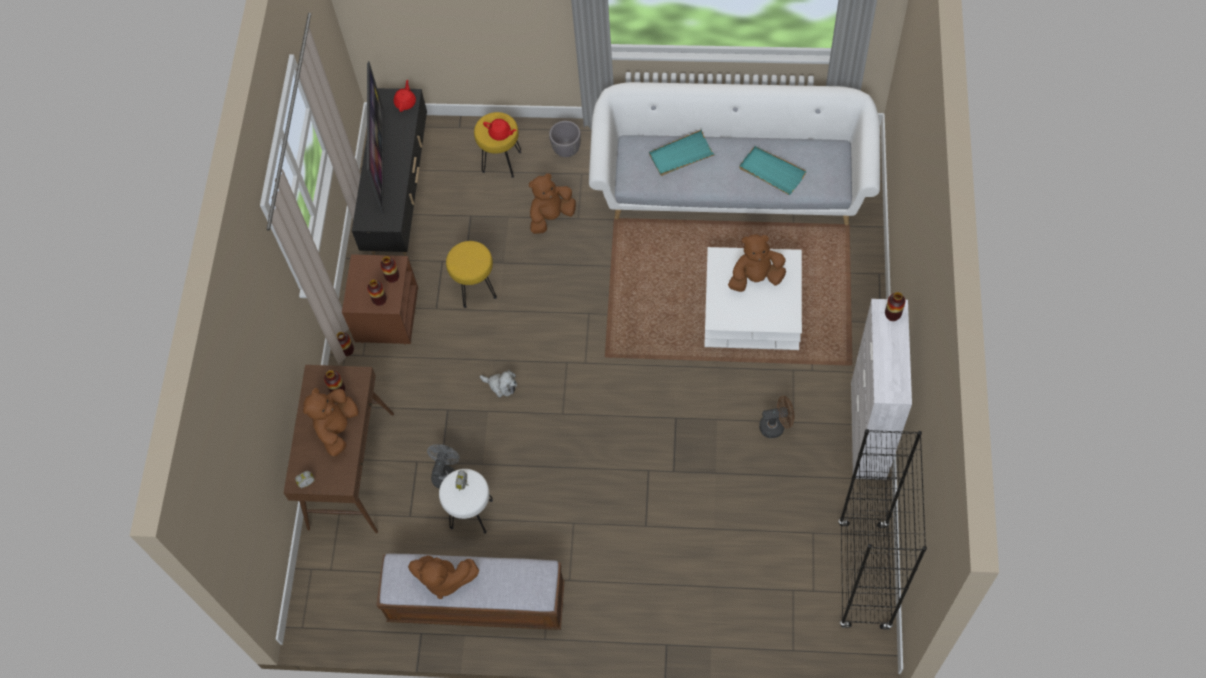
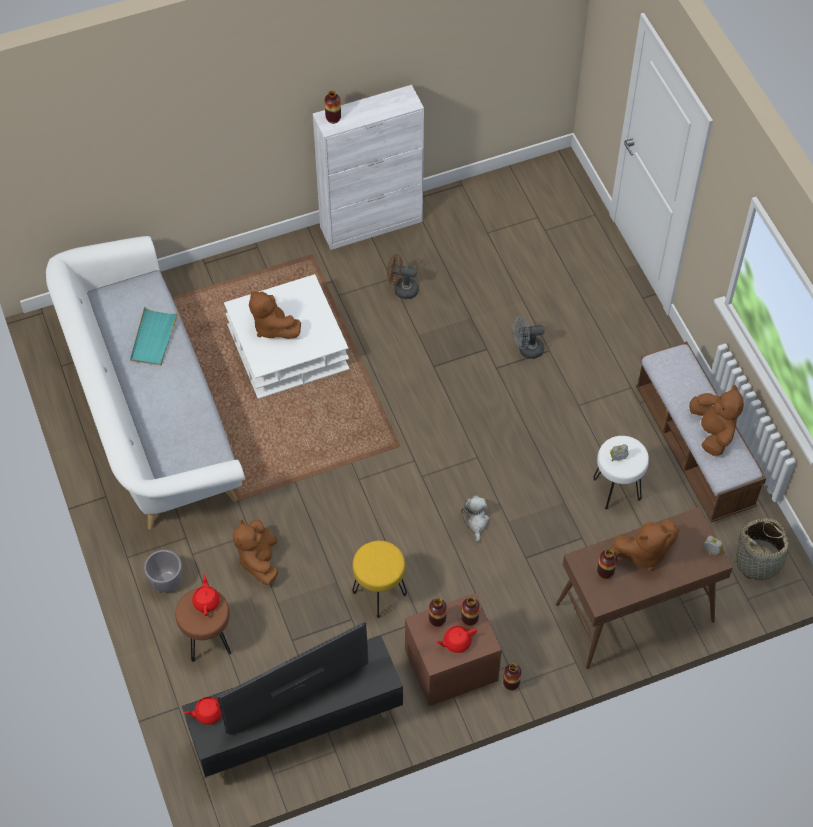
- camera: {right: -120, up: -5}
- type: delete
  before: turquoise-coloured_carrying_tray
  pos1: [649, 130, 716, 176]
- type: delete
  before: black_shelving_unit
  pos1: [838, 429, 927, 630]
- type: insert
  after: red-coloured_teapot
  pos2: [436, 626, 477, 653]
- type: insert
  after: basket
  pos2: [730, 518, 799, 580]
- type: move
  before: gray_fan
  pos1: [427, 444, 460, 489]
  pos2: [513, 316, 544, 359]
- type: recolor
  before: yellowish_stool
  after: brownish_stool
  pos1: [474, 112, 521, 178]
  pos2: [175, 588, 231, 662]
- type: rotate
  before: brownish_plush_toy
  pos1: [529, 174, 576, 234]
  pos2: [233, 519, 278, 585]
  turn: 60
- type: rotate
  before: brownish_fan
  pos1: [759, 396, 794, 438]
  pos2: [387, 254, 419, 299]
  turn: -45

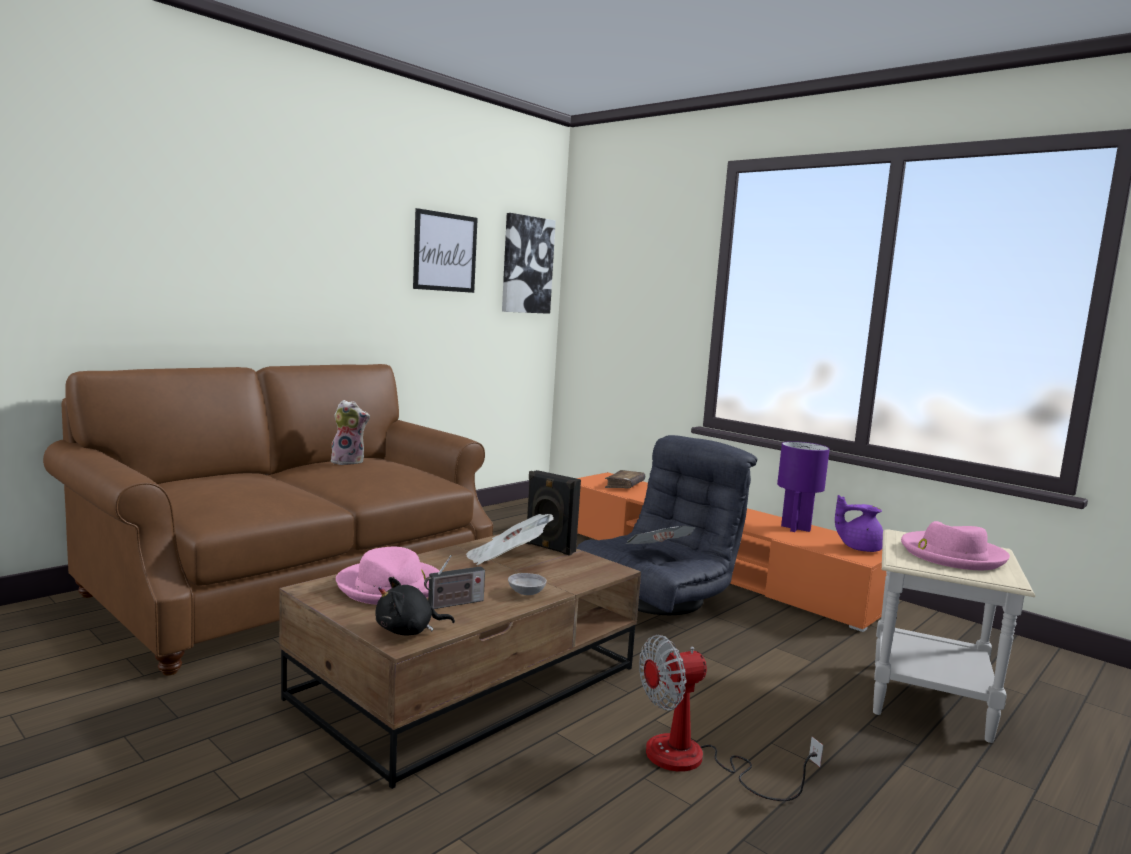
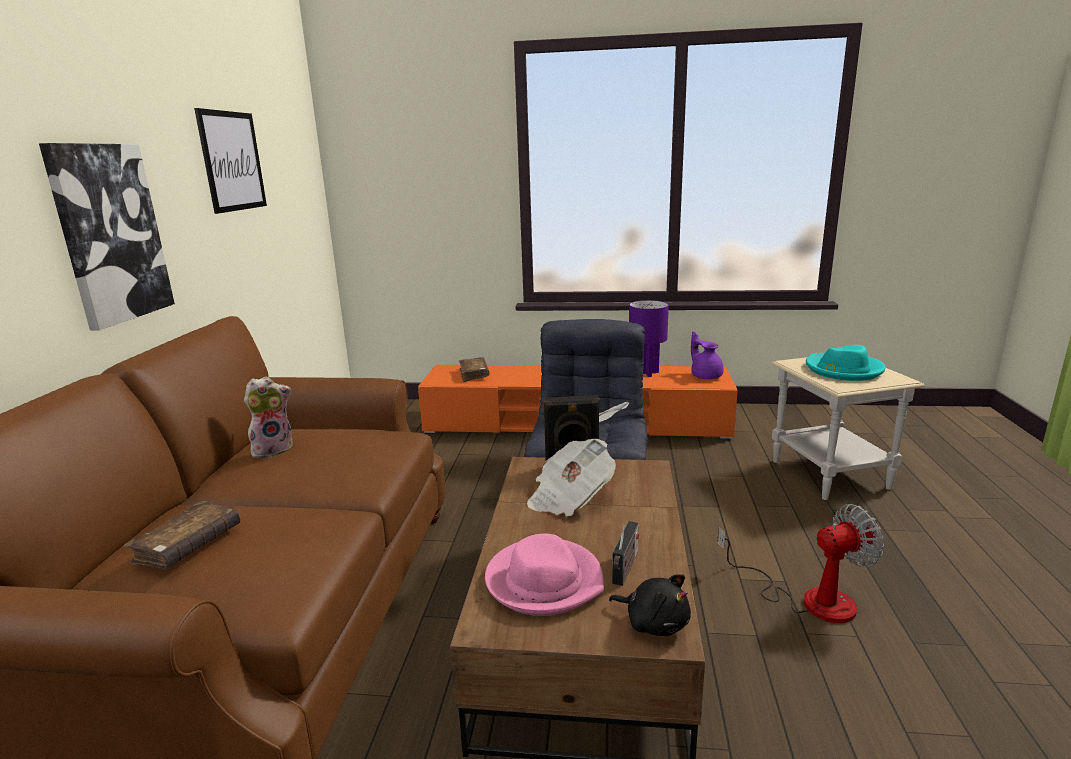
- camera: {right: -35, up: 10}
- type: delete
  before: gray_bowl
  pos1: [508, 573, 547, 595]
- type: insert
  after: brownish_bound_book
  pos2: [124, 501, 240, 569]
- type: move
  before: wall_art
  pos1: [502, 213, 556, 314]
  pos2: [39, 143, 175, 330]
- type: recolor
  before: pink-coloured_hat
  after: turquoise-coloured_hat
  pos1: [901, 521, 1010, 570]
  pos2: [806, 345, 885, 381]
- type: rotate
  before: black_plush_toy
  pos1: [375, 577, 455, 636]
  pos2: [609, 574, 691, 636]
  turn: -90
- type: rotate
  before: fan
  pos1: [639, 635, 823, 801]
  pos2: [718, 504, 884, 623]
  turn: -135
- type: rotate
  before: purple-coloured_teapot
  pos1: [835, 495, 883, 552]
  pos2: [691, 331, 724, 379]
  turn: 90

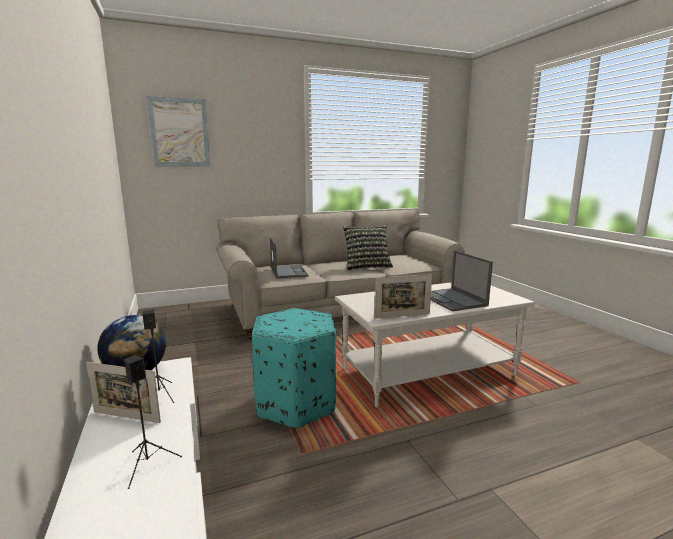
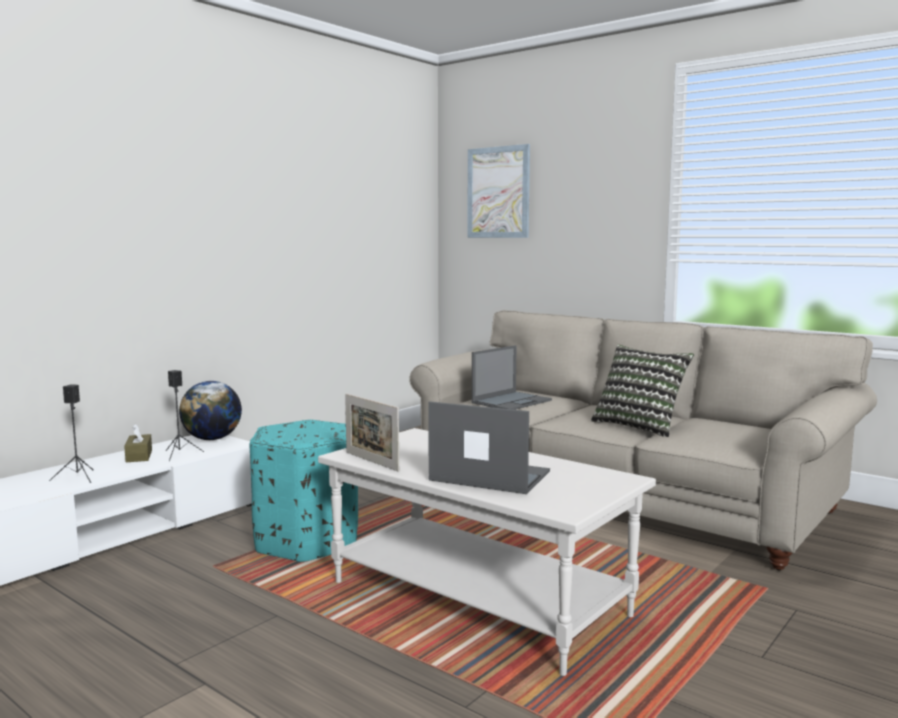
- camera: {right: 60, up: -5}
- type: replace
  before: photo_frame
  after: brownish_box_of_tissues
  pos1: [86, 362, 161, 423]
  pos2: [124, 424, 152, 462]
- type: rotate
  before: laptop
  pos1: [431, 250, 493, 312]
  pos2: [428, 401, 550, 494]
  turn: 75

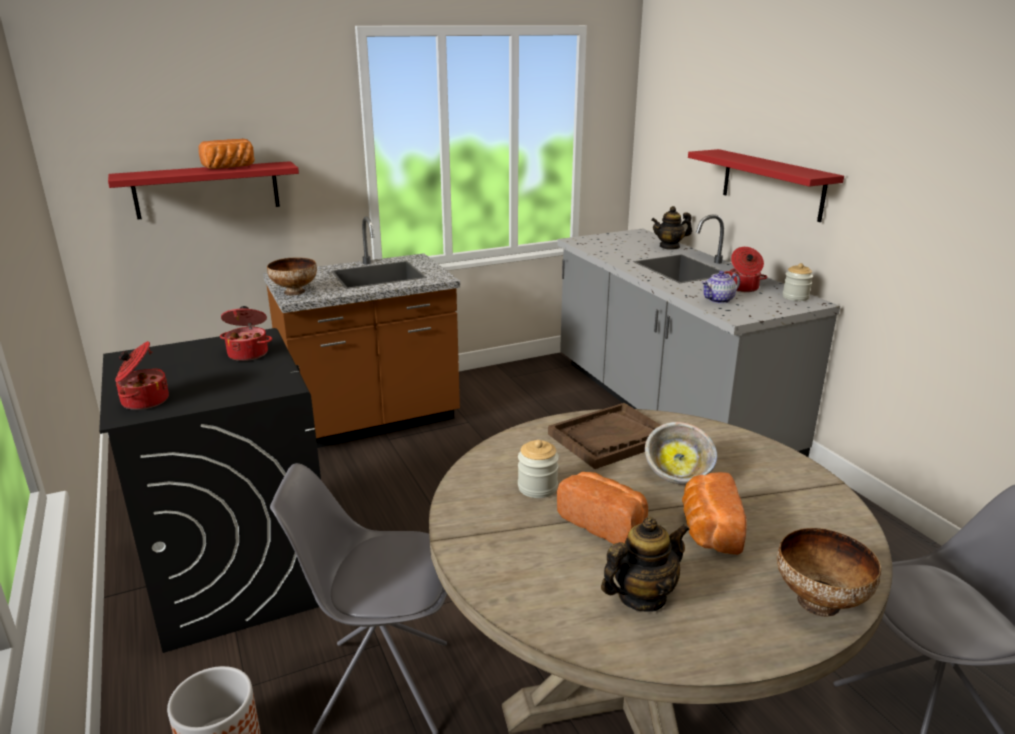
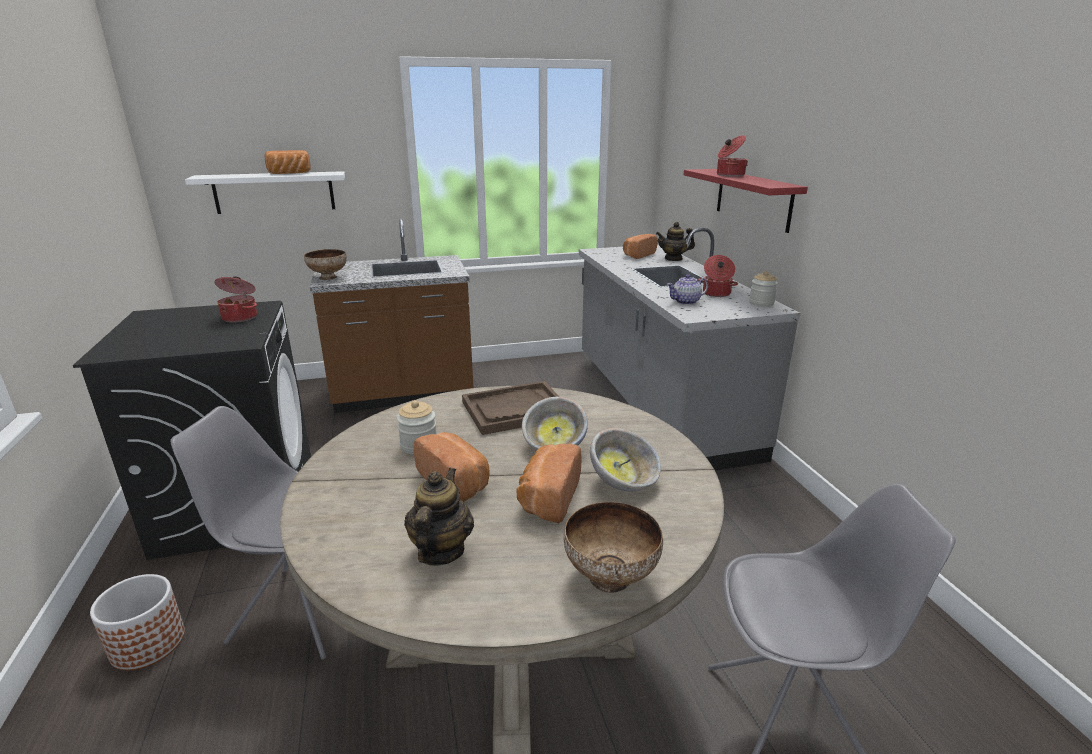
- camera: {right: 10, up: 0}
- type: insert
  after: bowl
  pos2: [590, 428, 661, 491]
- type: insert
  after: baked_bread
  pos2: [623, 234, 657, 259]
- type: move
  before: cooking_pot
  pos1: [115, 341, 169, 410]
  pos2: [717, 135, 748, 177]
- type: recolor
  before: red-coloured_shelf
  after: white-coloured_shelf
  pos1: [108, 161, 299, 219]
  pos2: [185, 171, 345, 214]
- type: rotate
  before: teapot
  pos1: [601, 517, 690, 612]
  pos2: [404, 468, 474, 566]
  turn: -60

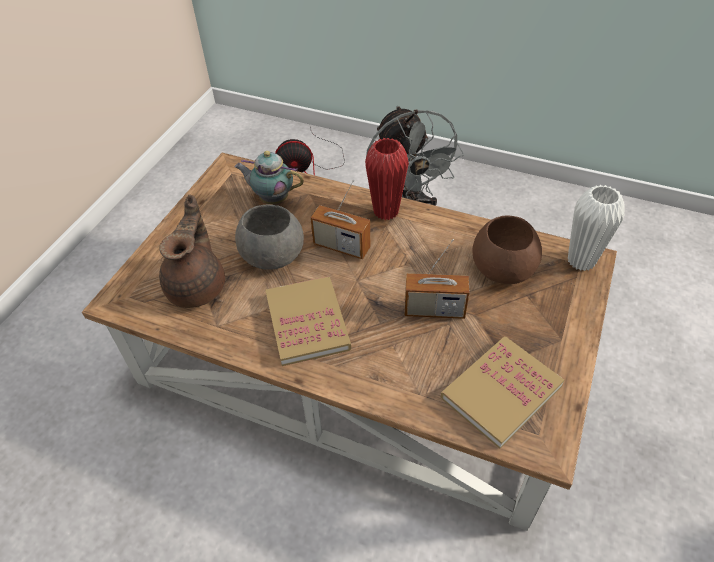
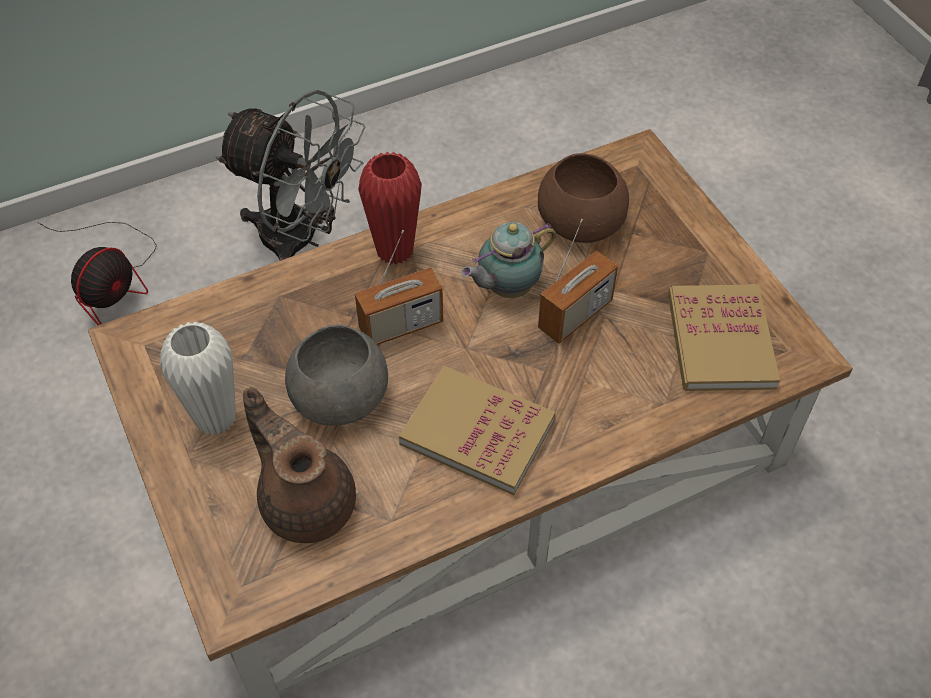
- camera: {right: -50, up: 5}
- type: move
  before: teapot
  pos1: [235, 151, 304, 204]
  pos2: [461, 222, 556, 298]
- type: move
  before: white-coloured_vase
  pos1: [568, 185, 625, 271]
  pos2: [160, 321, 236, 435]

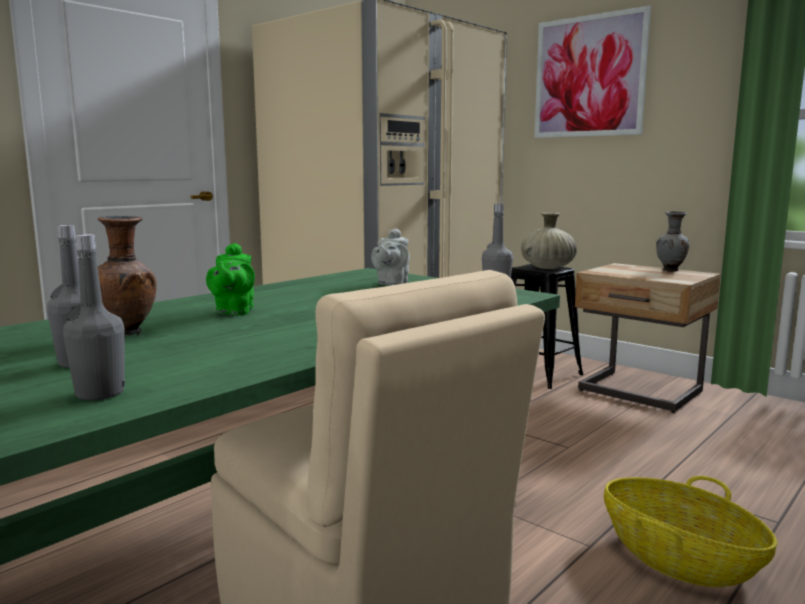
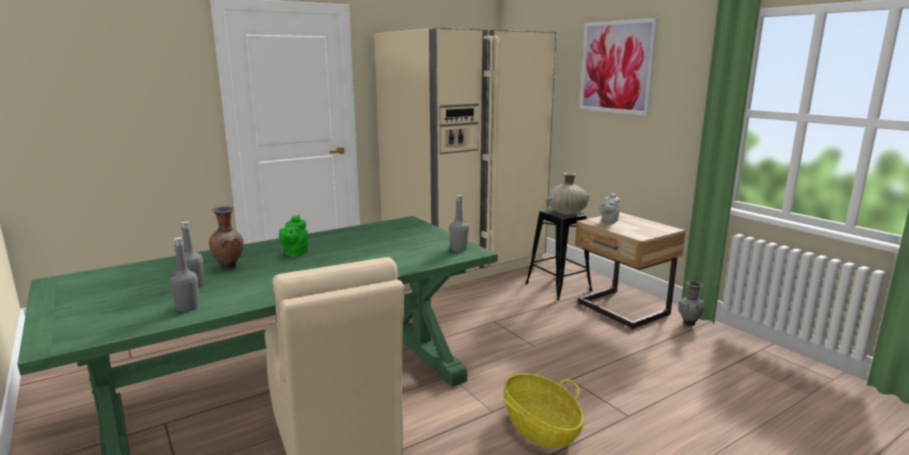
- camera: {right: 15, up: 5}
- type: move
  before: gray_teapot
  pos1: [371, 228, 410, 286]
  pos2: [599, 193, 620, 224]
- type: move
  before: gray_vase
  pos1: [656, 211, 689, 272]
  pos2: [678, 281, 705, 326]

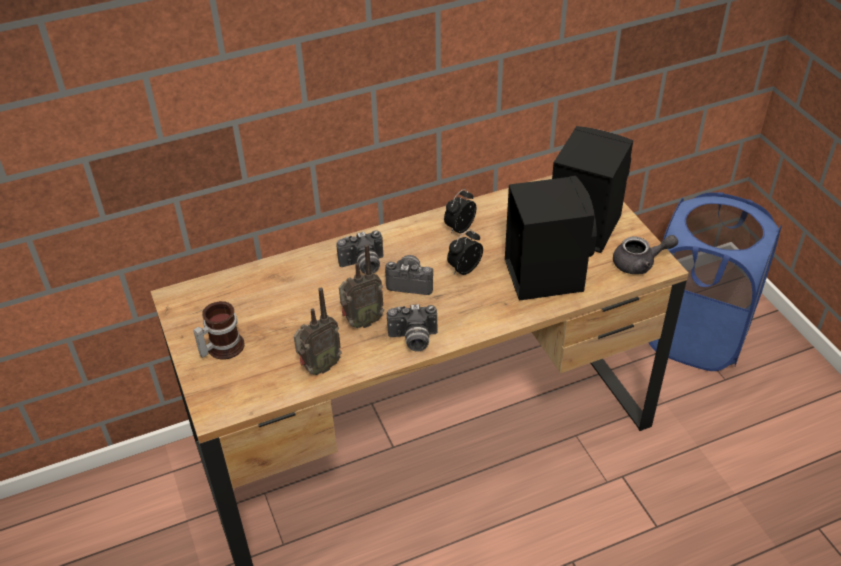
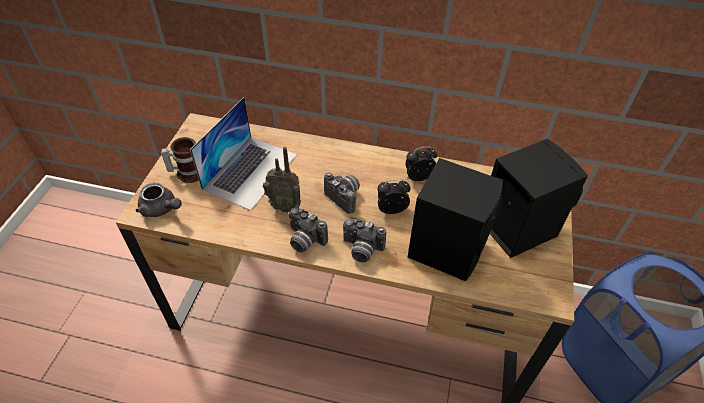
- camera: {right: 35, up: 5}
- type: delete
  before: radio
  pos1: [294, 288, 342, 375]
- type: insert
  after: laptop
  pos2: [190, 97, 297, 211]
- type: move
  before: still_camera
  pos1: [336, 230, 383, 274]
  pos2: [343, 219, 386, 263]
- type: move
  before: gray_teapot
  pos1: [613, 235, 678, 274]
  pos2: [136, 183, 182, 217]

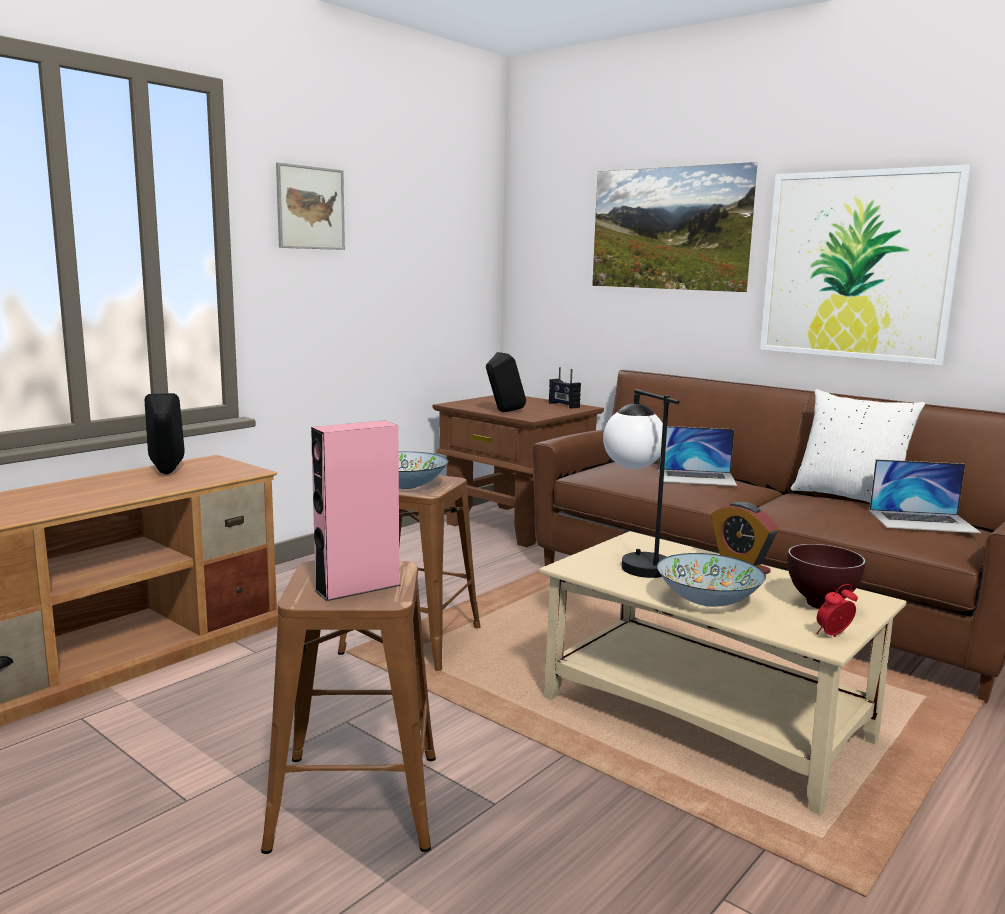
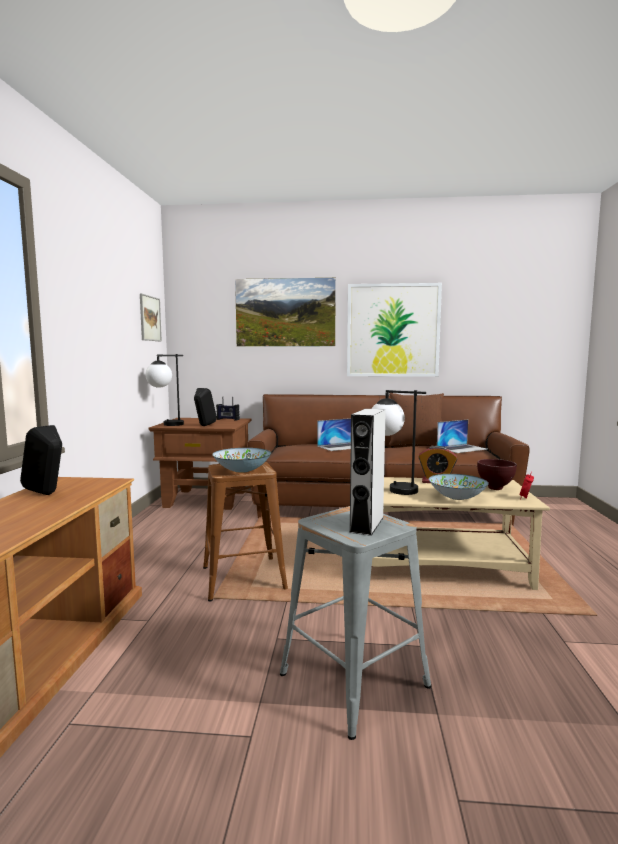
- camera: {right: -35, up: -5}
- type: insert
  after: tabletop_lamp
  pos2: [145, 354, 184, 426]
- type: move
  before: wall_art
  pos1: [276, 162, 345, 250]
  pos2: [140, 293, 162, 341]
- type: recolor
  before: brownish_stool
  after: gray_stool
  pos1: [261, 561, 436, 854]
  pos2: [280, 506, 431, 740]
- type: recolor
  before: pink-coloured_audio_speaker
  after: gray_audio_speaker
  pos1: [311, 420, 401, 601]
  pos2: [349, 409, 386, 536]
- type: recolor
  before: white-coloured_throw_pillow
  after: brownish_throw_pillow
  pos1: [791, 389, 925, 503]
  pos2: [389, 393, 444, 446]

